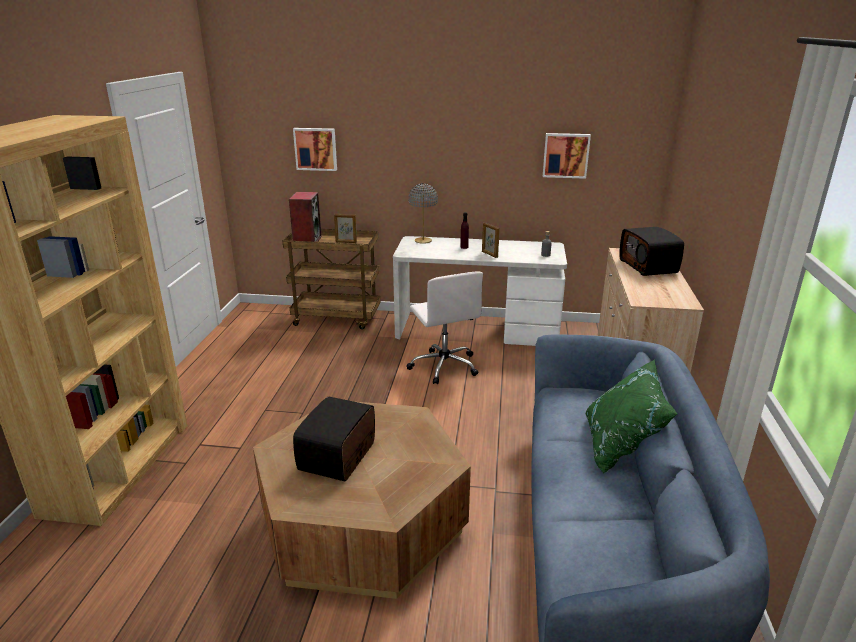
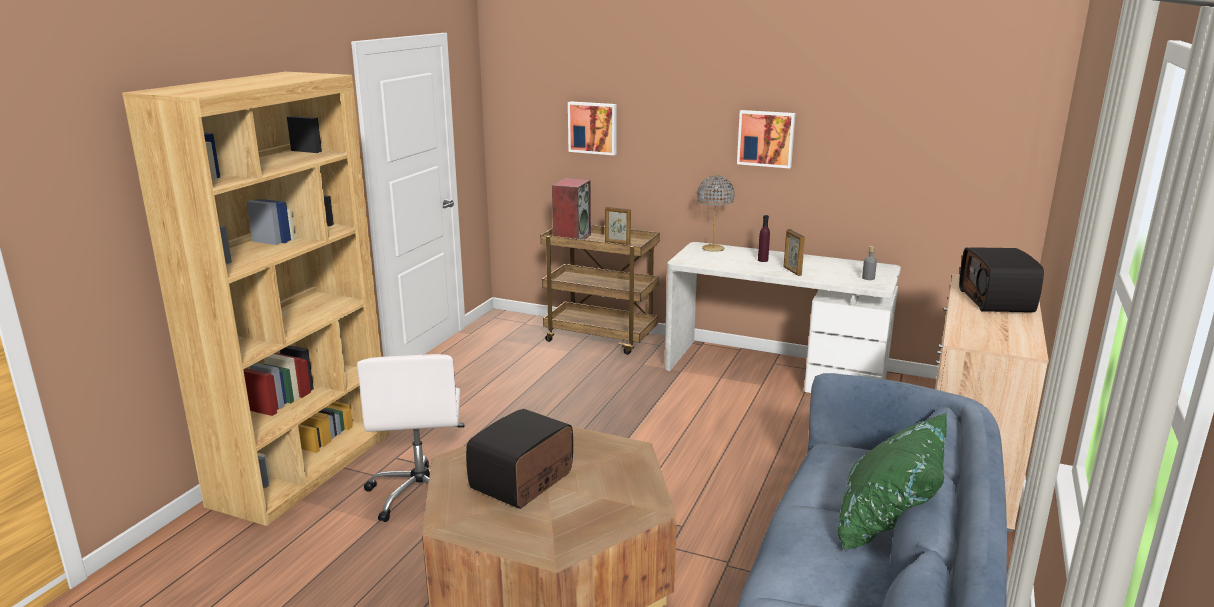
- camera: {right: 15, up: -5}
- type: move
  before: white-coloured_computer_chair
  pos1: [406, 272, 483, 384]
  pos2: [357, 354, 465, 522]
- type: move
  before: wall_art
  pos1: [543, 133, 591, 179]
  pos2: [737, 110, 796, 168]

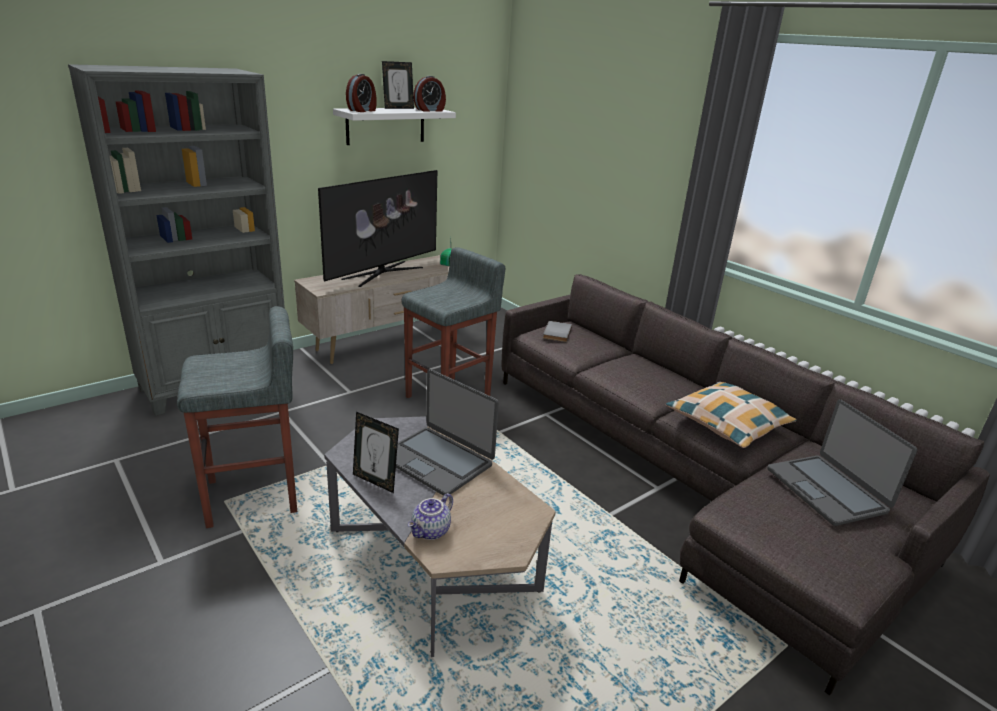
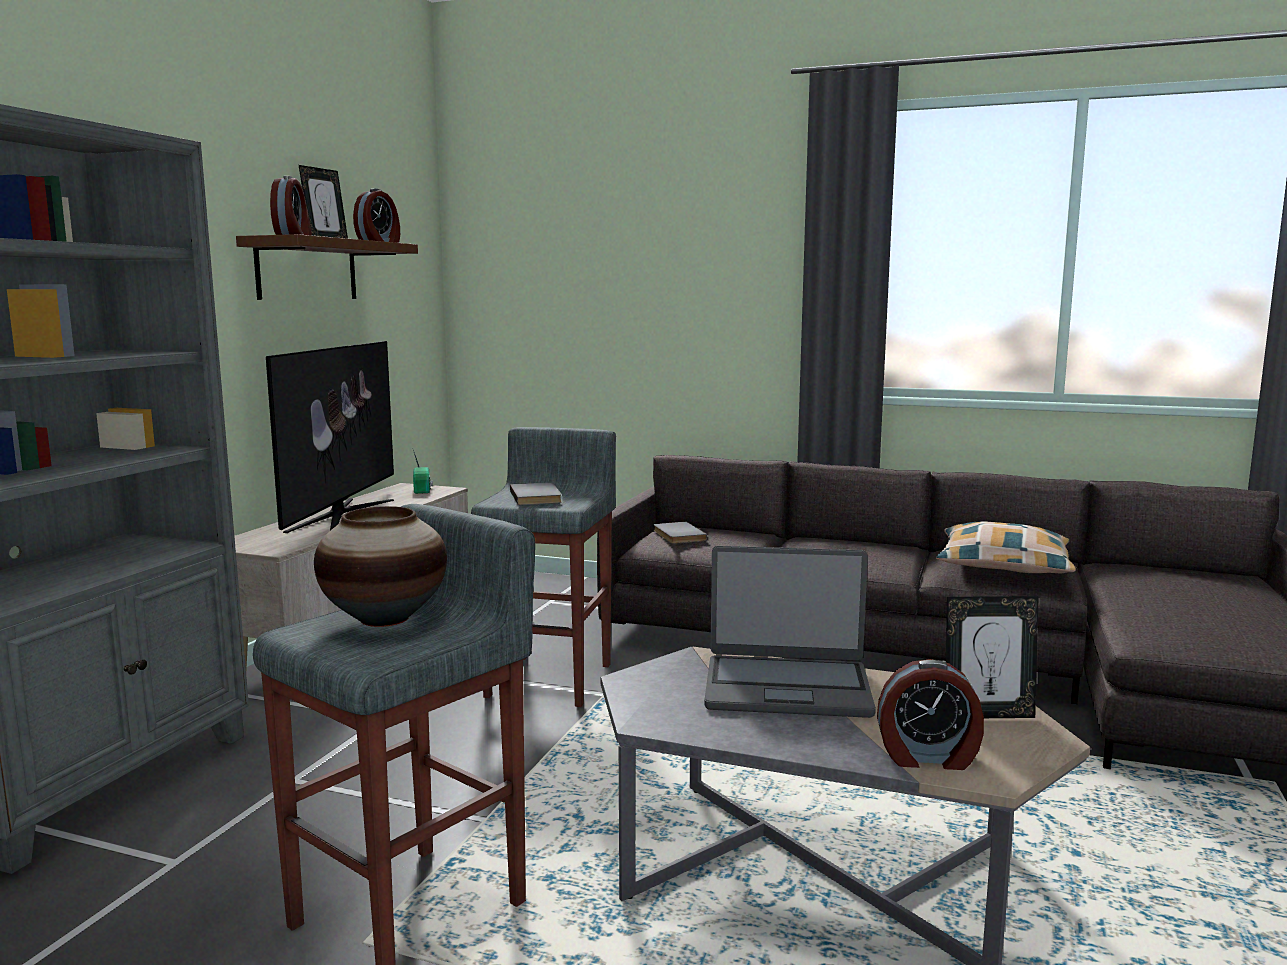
- camera: {right: -30, up: -15}
- type: delete
  before: laptop
  pos1: [767, 399, 917, 526]
- type: insert
  after: vase
  pos2: [314, 506, 447, 627]
- type: insert
  after: gray_bound_book
  pos2: [510, 482, 562, 505]
- type: move
  before: photo_frame
  pos1: [353, 412, 399, 493]
  pos2: [946, 596, 1039, 718]
- type: replace
  before: teapot
  after: table_clock
  pos1: [408, 493, 453, 540]
  pos2: [877, 659, 984, 770]
- type: recolor
  before: white-coloured_shelf
  after: brownish_shelf
  pos1: [333, 108, 456, 145]
  pos2: [236, 234, 418, 300]

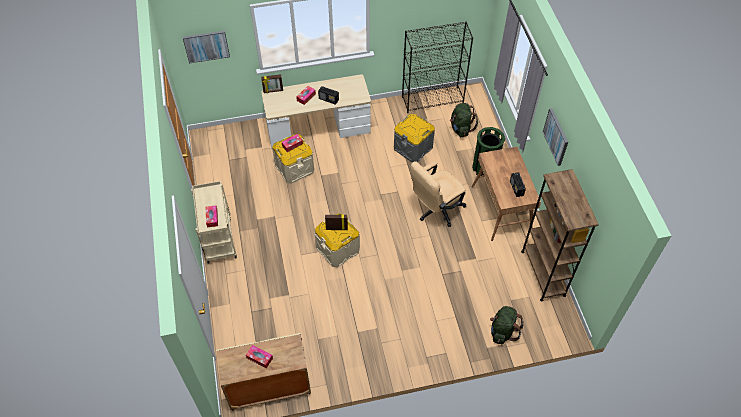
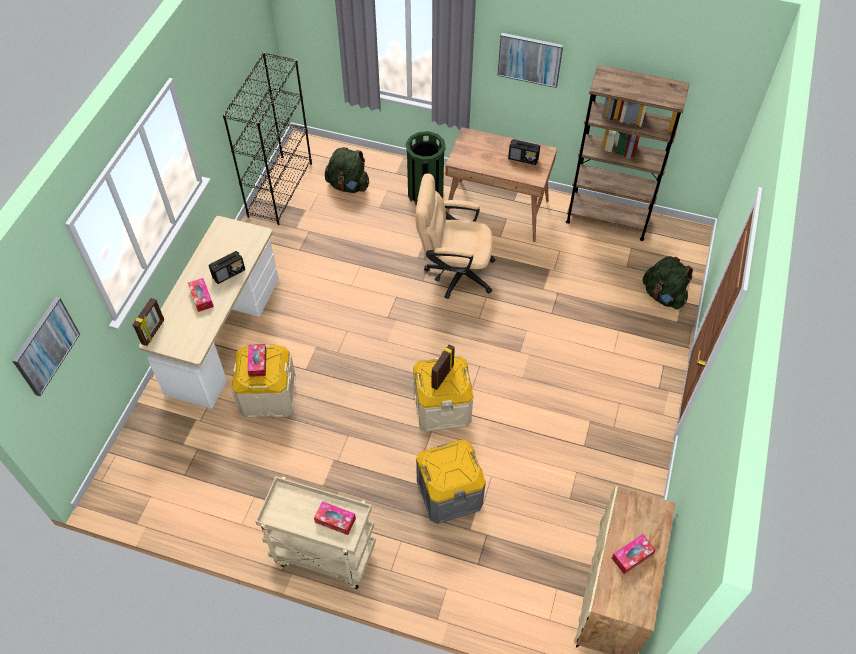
- camera: {right: -60, up: 0}
- type: move
  before: gray_storage_bin
  pos1: [394, 114, 435, 163]
  pos2: [416, 439, 486, 524]
- type: rotate
  before: beige_computer_chair
  pos1: [410, 161, 466, 227]
  pos2: [416, 174, 496, 299]
  turn: 105

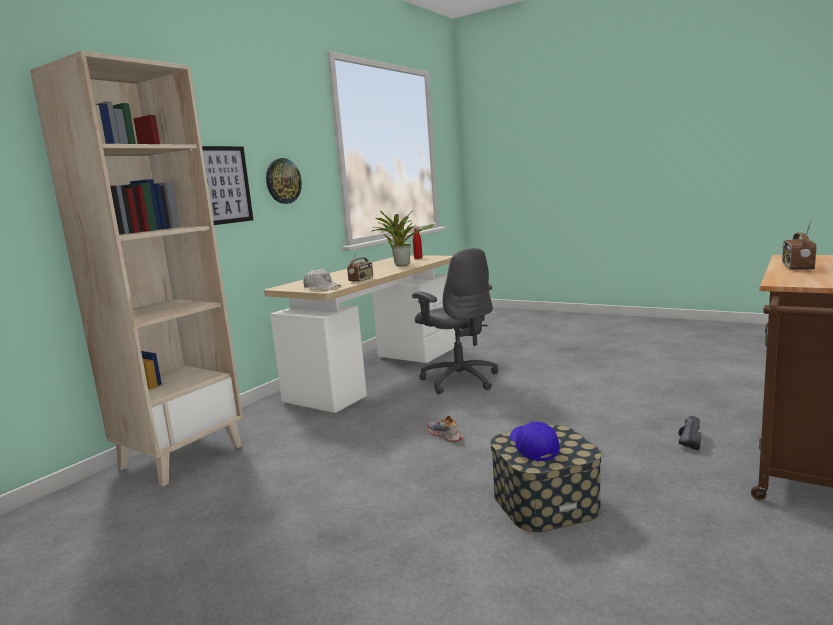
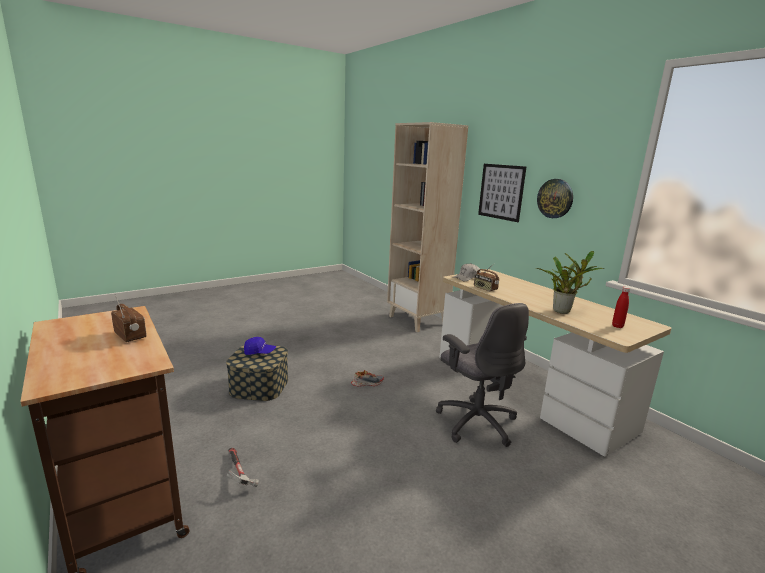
- camera: {right: 110, up: 5}
- type: replace
  before: black_shoe
  after: tool_hammer
  pos1: [678, 416, 701, 450]
  pos2: [227, 448, 259, 487]
- type: rotate
  before: gray_computer_chair
  pos1: [412, 248, 498, 394]
  pos2: [436, 303, 529, 447]
  turn: -105

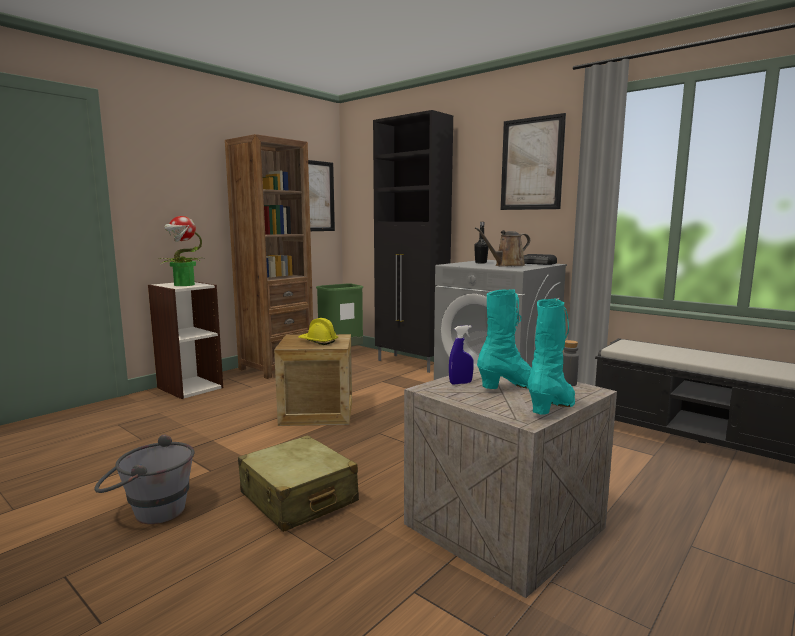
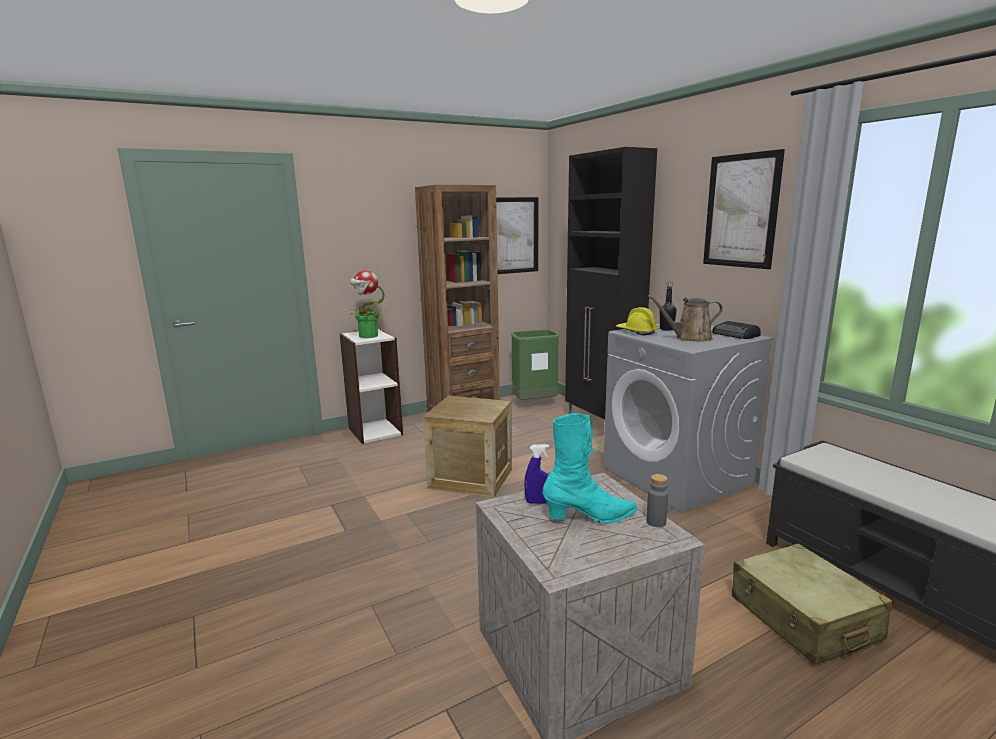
- camera: {right: 20, up: 5}
- type: delete
  before: gray_pail
  pos1: [94, 435, 195, 524]
- type: delete
  before: turquoise-coloured_boot
  pos1: [528, 298, 575, 415]
- type: move
  before: beige_suitcase
  pos1: [238, 435, 359, 532]
  pos2: [732, 543, 893, 665]
- type: move
  before: yellowish_safety_helmet
  pos1: [298, 318, 338, 345]
  pos2: [616, 307, 658, 335]

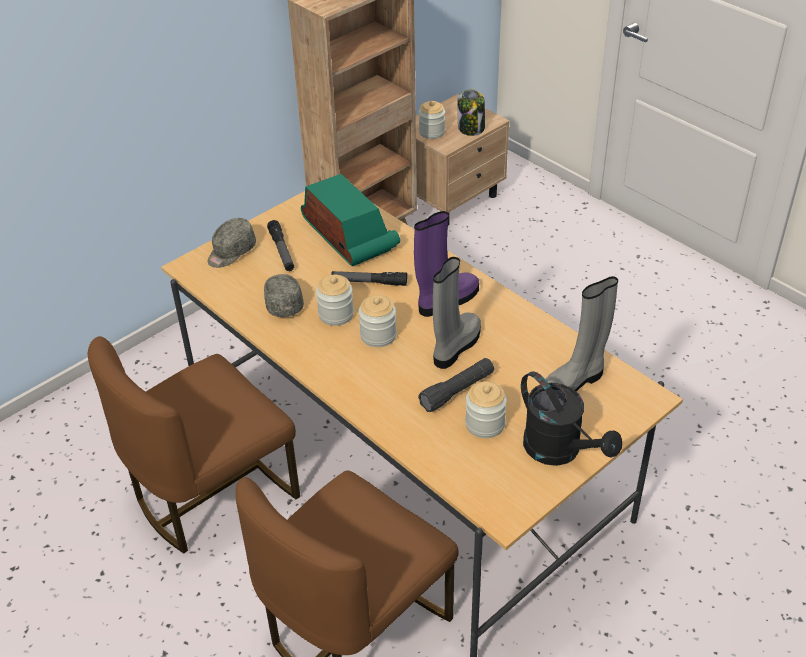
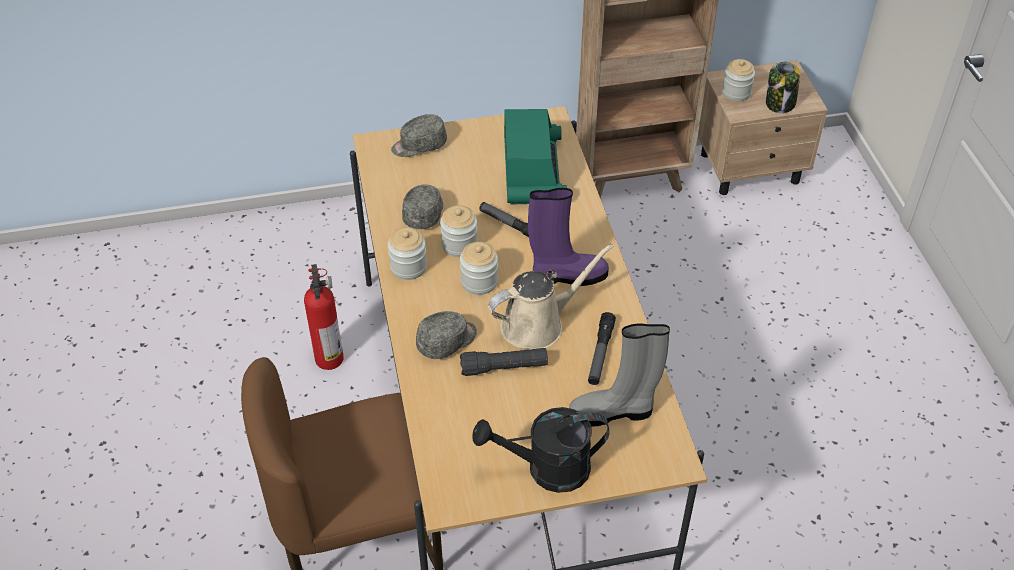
- camera: {right: 30, up: 5}
- type: insert
  after: gray_peaked_cap
  pos2: [416, 311, 477, 359]
- type: move
  before: flashlight
  pos1: [267, 220, 294, 271]
  pos2: [588, 312, 616, 385]
- type: move
  before: storage_jar
  pos1: [465, 381, 507, 438]
  pos2: [388, 227, 427, 280]
- type: replace
  before: brownish_upright_chair
  after: extinguisher
  pos1: [88, 336, 300, 553]
  pos2: [304, 264, 344, 370]
- type: replace
  before: gray_boot
  after: beige_watering_pot
  pos1: [433, 257, 481, 369]
  pos2: [488, 244, 614, 349]
- type: rotate
  before: black_watering_pot
  pos1: [521, 371, 622, 466]
  pos2: [472, 407, 609, 493]
  turn: 90

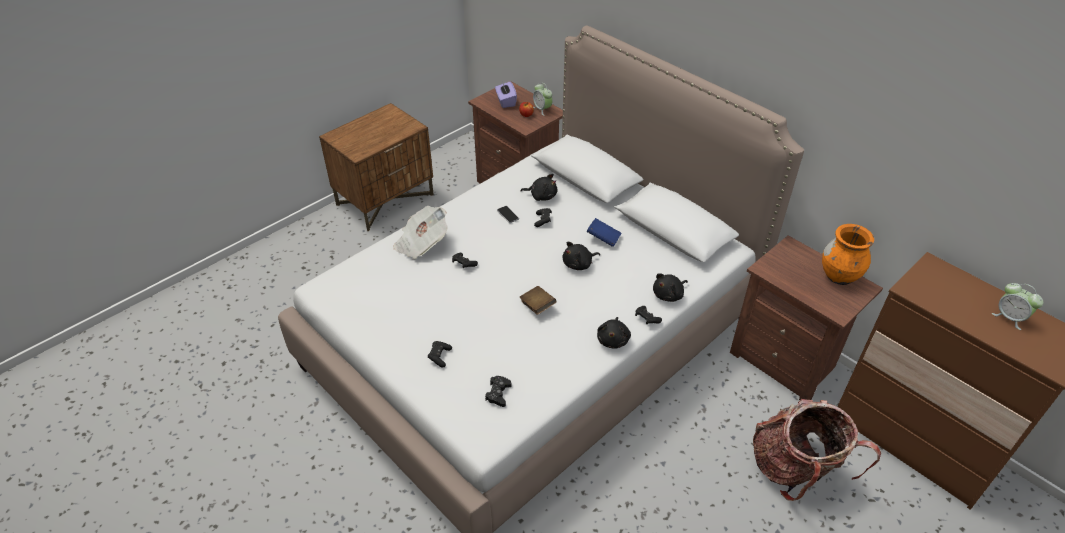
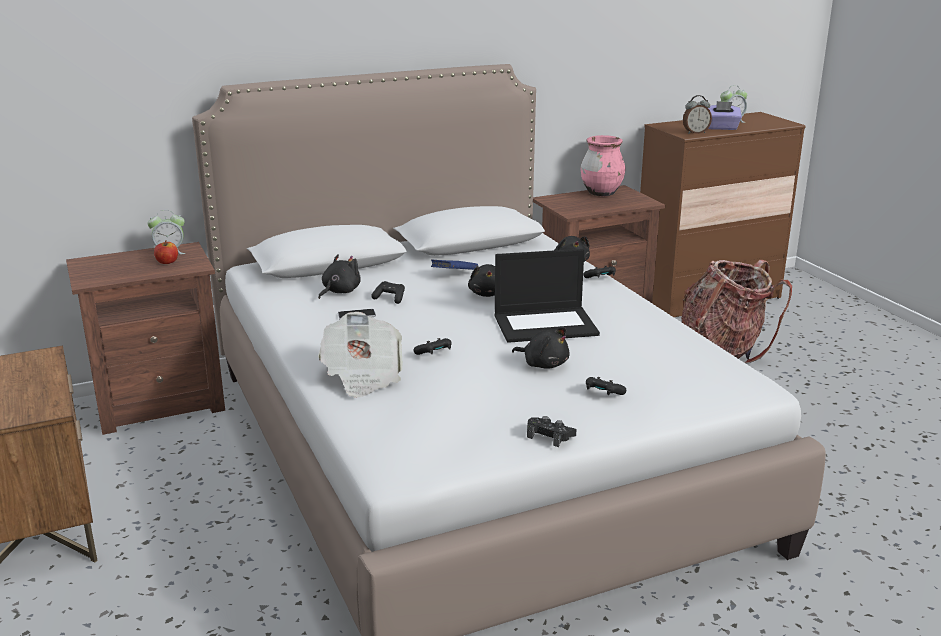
- camera: {right: -70, up: -20}
- type: insert
  after: table_clock
  pos2: [683, 95, 712, 134]
- type: move
  before: black_joypad
  pos1: [485, 376, 512, 407]
  pos2: [527, 416, 576, 447]
- type: move
  before: purple-coloured_box_of_tissues
  pos1: [495, 82, 517, 108]
  pos2: [708, 101, 742, 130]
- type: move
  before: black_plush_toy
  pos1: [597, 317, 631, 349]
  pos2: [512, 327, 570, 369]
- type: replace
  before: brownish_bound_book
  after: laptop
  pos1: [519, 286, 557, 315]
  pos2: [495, 249, 600, 343]
- type: recolor
  before: orangey_vase
  after: pink-coloured_vase
  pos1: [822, 224, 874, 285]
  pos2: [581, 135, 626, 196]

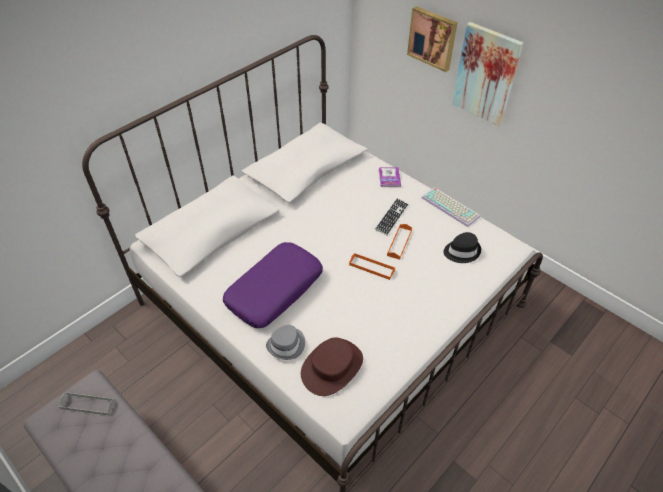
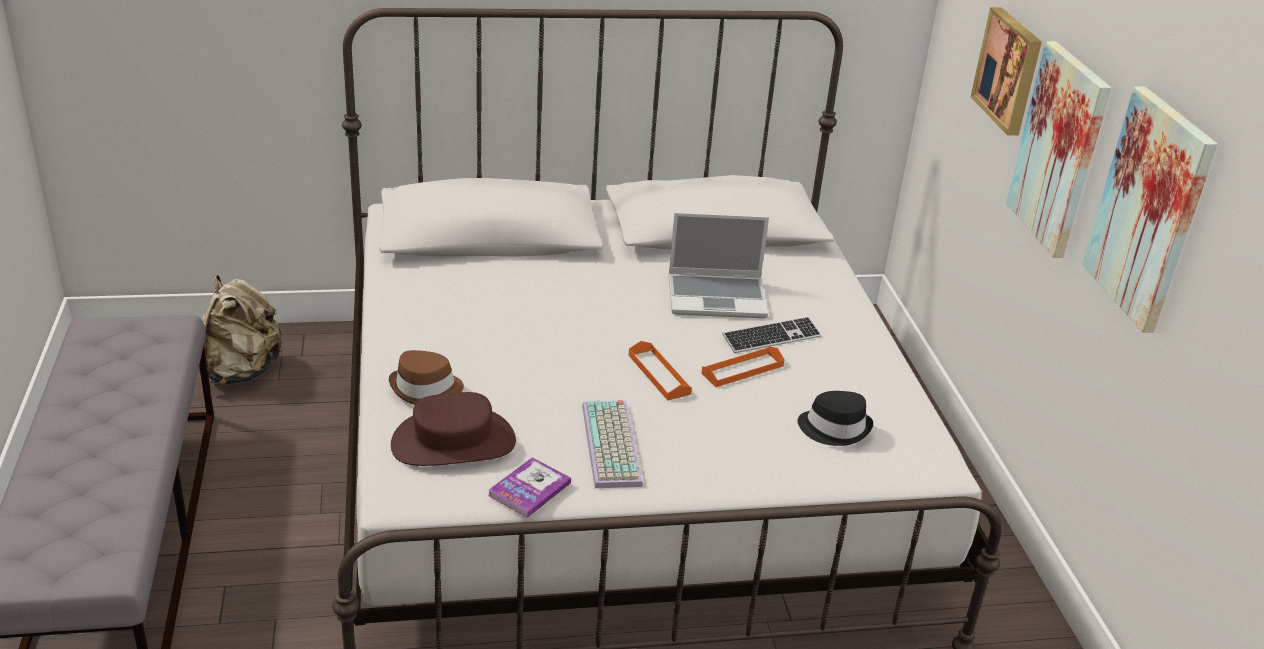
- camera: {right: 35, up: -15}
- type: delete
  before: gray_carrying_tray
  pos1: [58, 392, 115, 415]
- type: delete
  before: purple-coloured_throw_pillow
  pos1: [223, 242, 323, 328]
- type: insert
  after: beige_backpack
  pos2: [199, 275, 284, 386]
- type: insert
  after: laptop
  pos2: [669, 213, 769, 318]
- type: insert
  after: wall_art
  pos2: [1082, 87, 1218, 333]
- type: move
  before: bound_book
  pos1: [379, 167, 401, 187]
  pos2: [488, 457, 571, 518]
- type: move
  before: computer_keyboard
  pos1: [422, 187, 480, 227]
  pos2: [582, 400, 643, 488]
- type: recolor
  before: gray_hat
  after: brownish_hat
  pos1: [266, 325, 305, 360]
  pos2: [389, 350, 464, 405]

